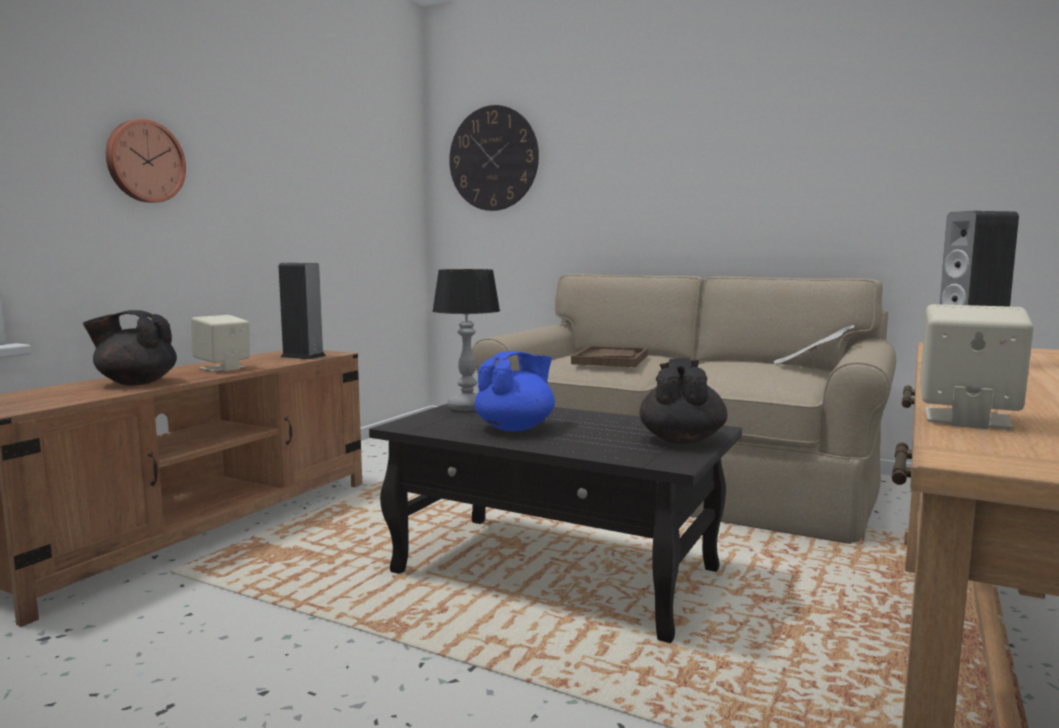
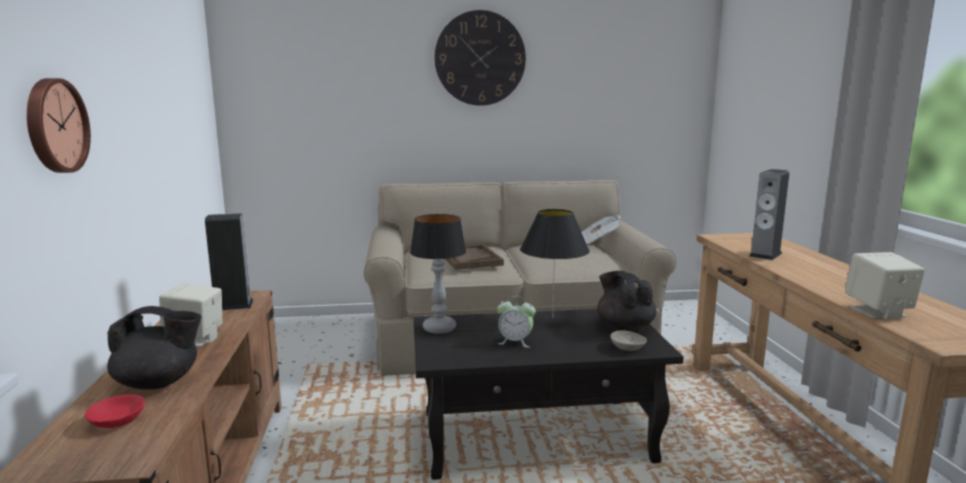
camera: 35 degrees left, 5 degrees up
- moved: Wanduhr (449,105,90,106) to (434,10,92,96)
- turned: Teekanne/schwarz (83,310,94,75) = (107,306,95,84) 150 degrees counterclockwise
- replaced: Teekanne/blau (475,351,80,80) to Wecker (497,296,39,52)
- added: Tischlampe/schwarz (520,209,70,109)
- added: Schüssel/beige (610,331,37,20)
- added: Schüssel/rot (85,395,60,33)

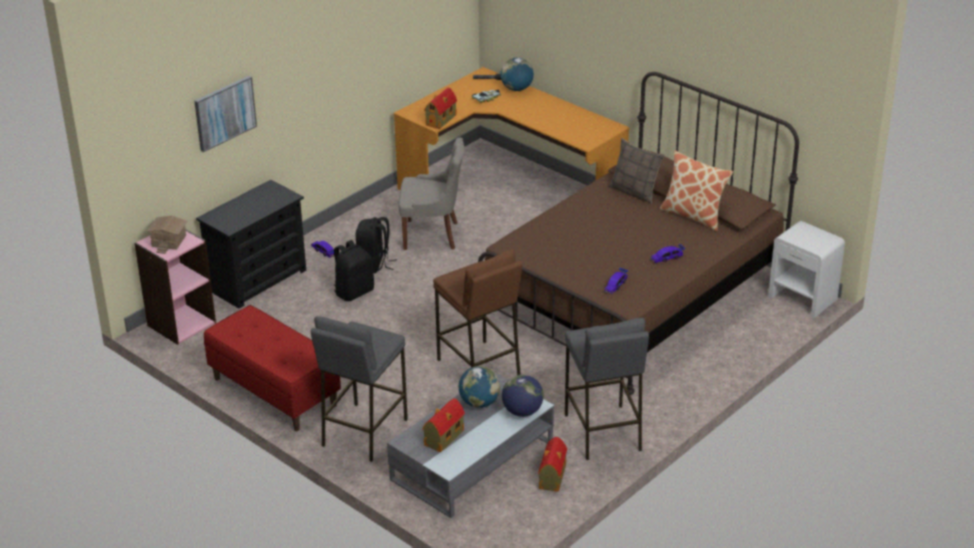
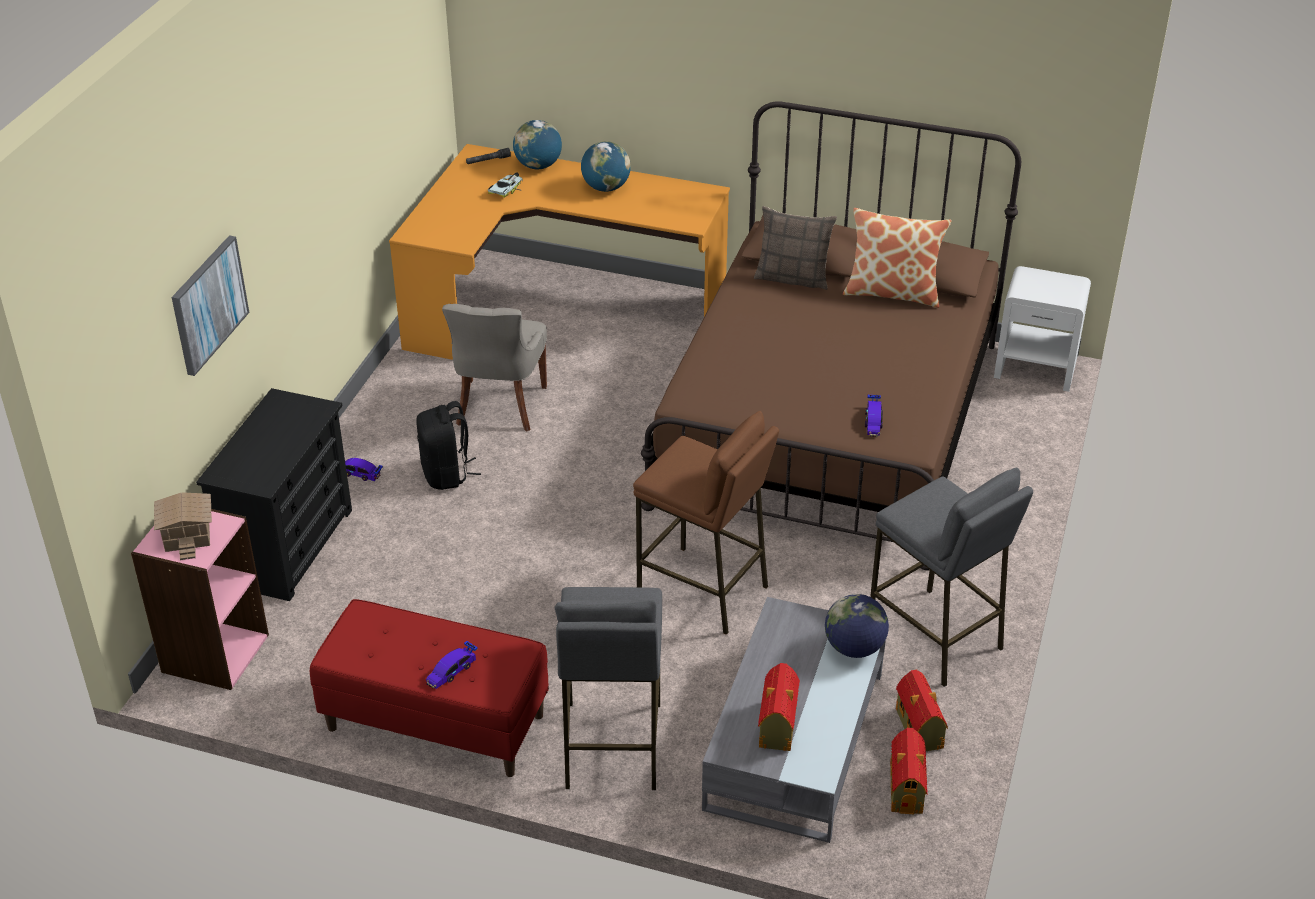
camera: 25 degrees left, 5 degrees up
- moved: Spielzeughaus (424,88,33,41) to (890,728,38,86)
- turned: Stuhl/grau (398,138,66,112) = (442,304,105,128) 120 degrees clockwise
- removed: Rucksack/schwarz (333,240,41,61)
- moved: Spielzeugauto (650,244,35,19) to (426,641,52,48)
- moved: Globus (459,366,41,42) to (581,141,50,51)

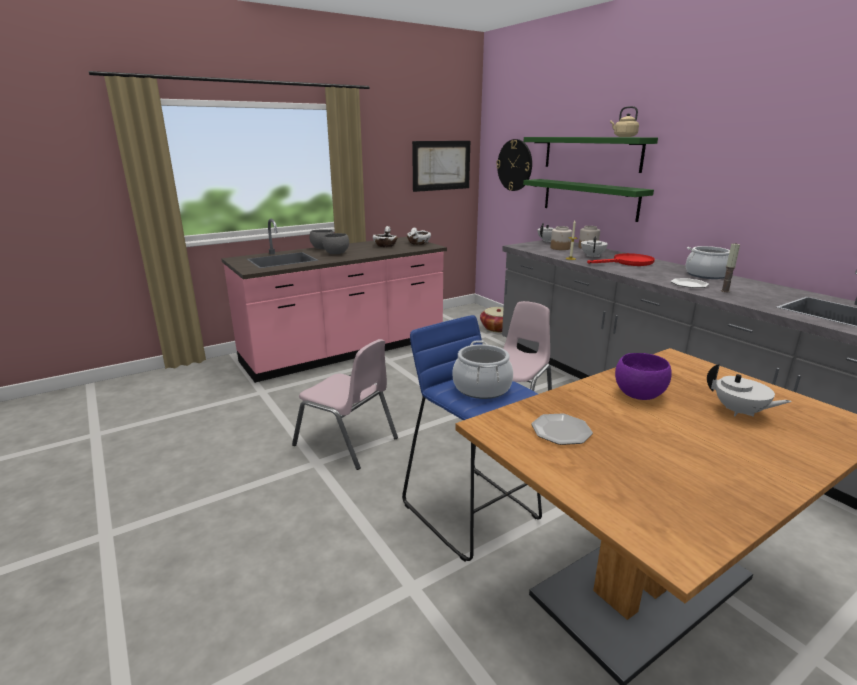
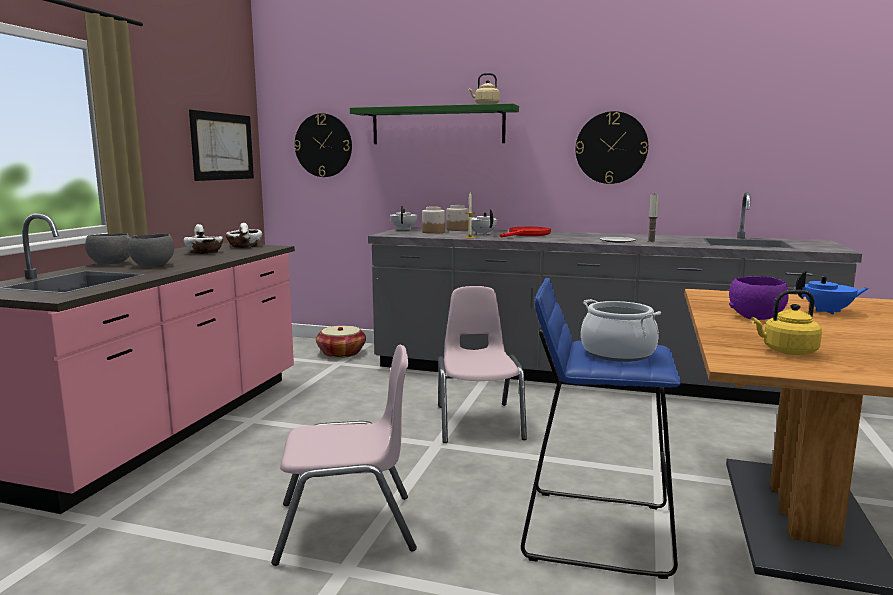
camera: 40 degrees left, 10 degrees down
- removed: Wandregal/grün (523,179,131,43)
- removed: Kochtopf (686,246,44,33)
- recoloured: Teekanne/weiß (707,364,85,53) to Teekanne/blau (796,270,73,45)
- replaced: Teller (531,414,62,31) to Wasserkessel/gelb (751,290,71,65)
- added: Wanduhr (576,111,72,73)

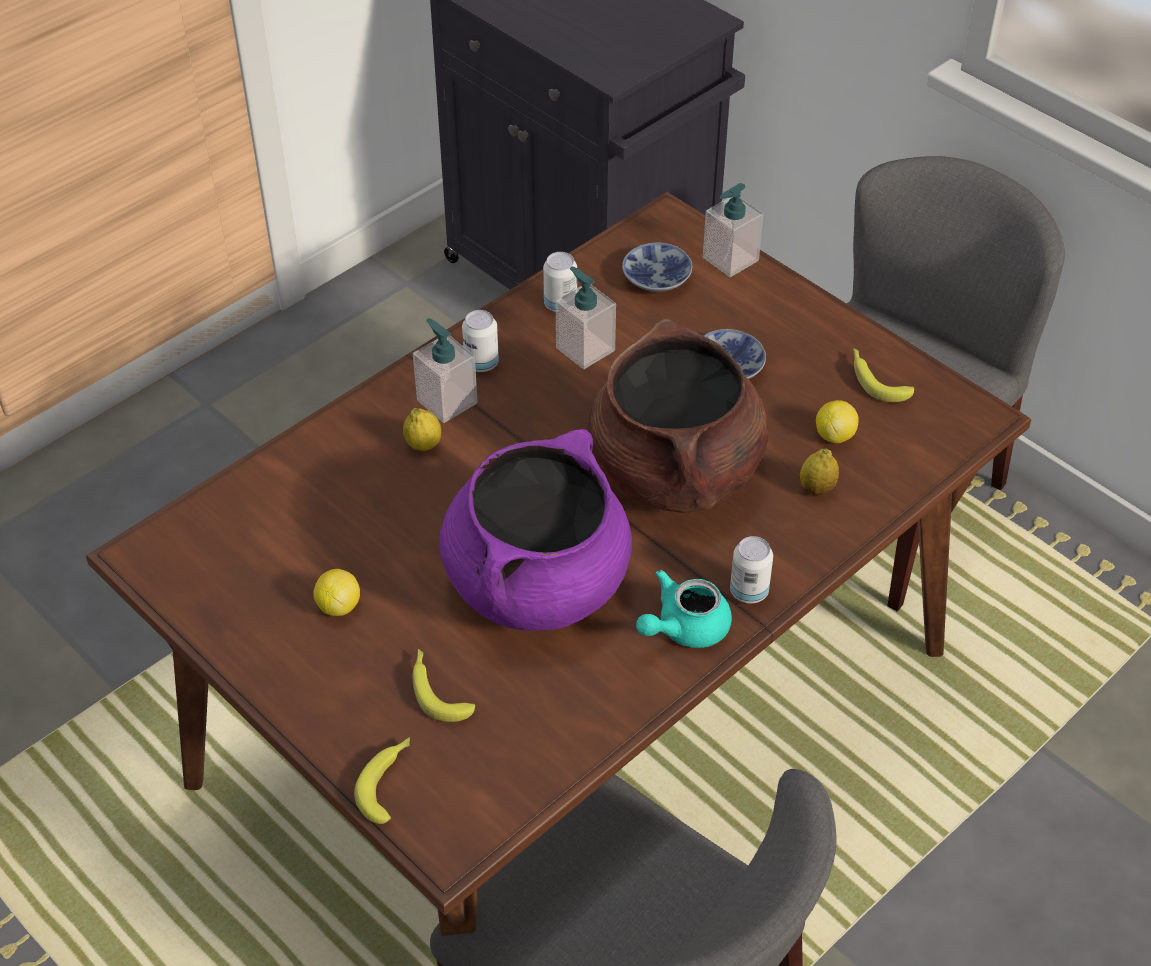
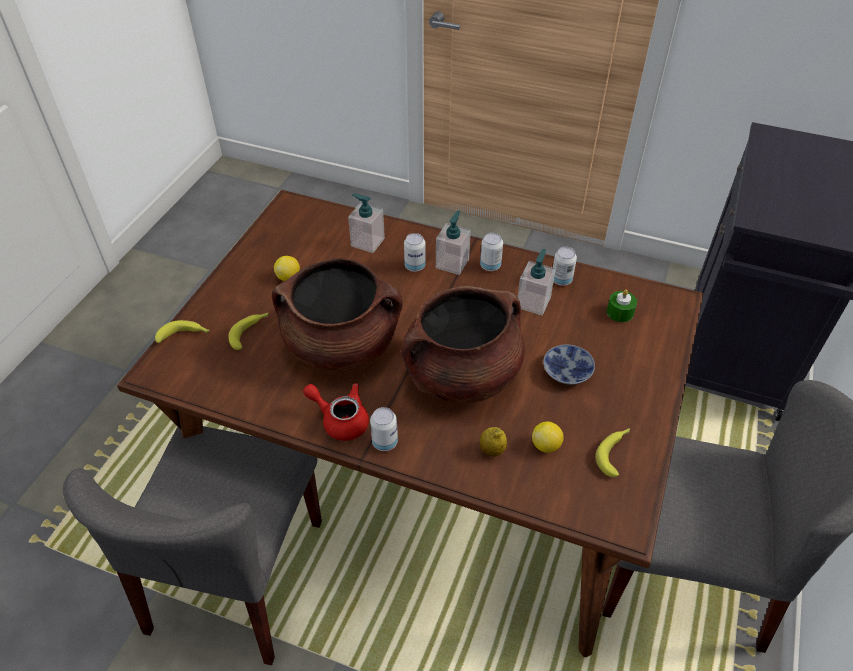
camera: 65 degrees right, 0 degrees up
- moved: Seifenspender (703,183,61,94) to (348,194,37,59)
- replaced: Schüssel (622,242,70,50) to Kerze/grün (607,289,30,33)
- replaced: Zitrone (403,408,38,43) to Dose (404,233,22,39)
- recoloured: Kochtopf/lila (439,429,193,202) to Kochtopf/braun (272,258,131,113)
- recoloured: Teekanne/türkis (636,570,96,78) to Teekanne/rot (303,383,66,58)

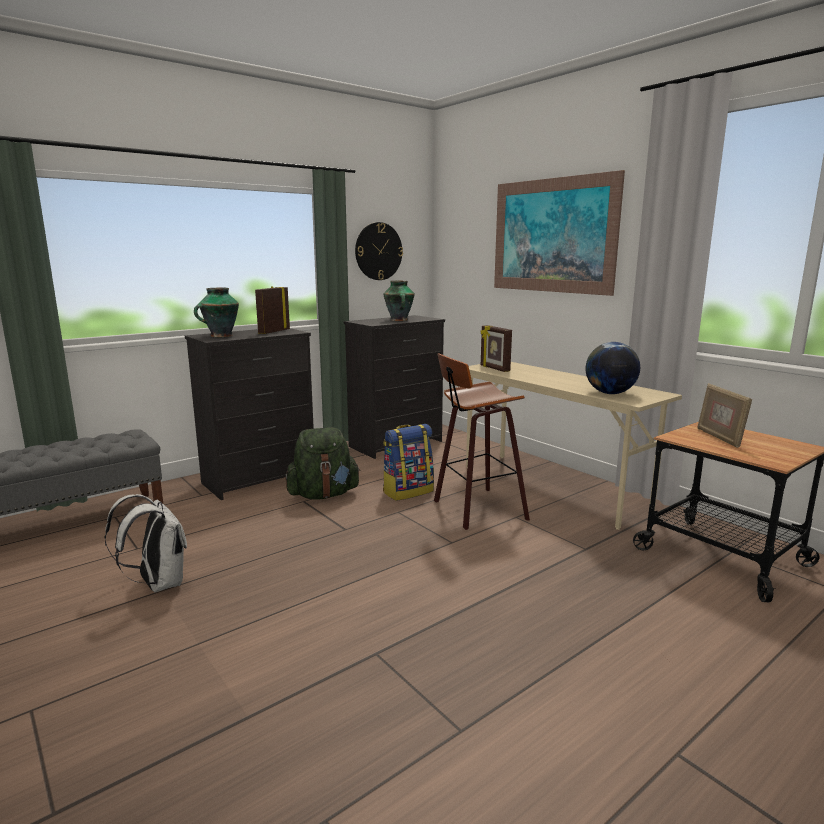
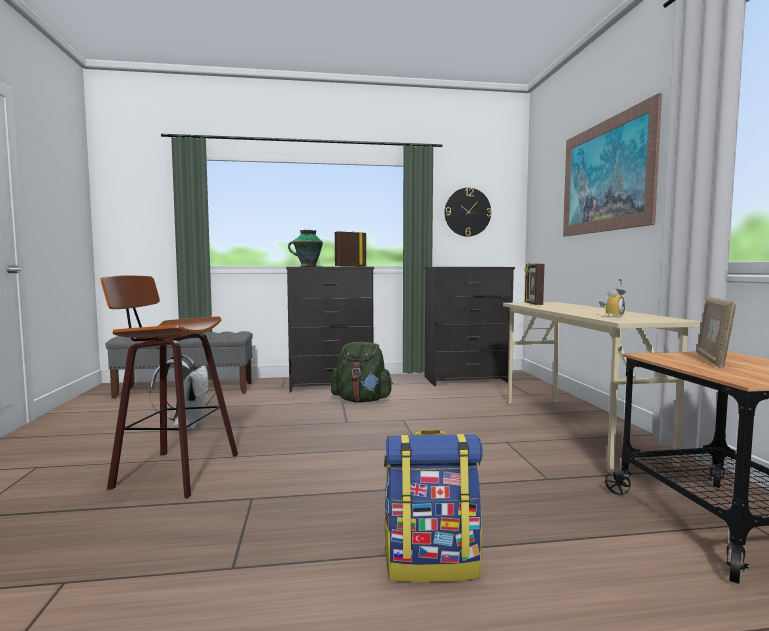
camera: 30 degrees right, 10 degrees down
- removed: Vase (383,281,32,40)
- replaced: Globus (586,342,54,52) to Wecker (599,278,27,39)
- moved: Hocker (434,353,96,177) to (101,275,137,224)
- moved: Rucksack (383,424,51,77) to (384,430,99,152)

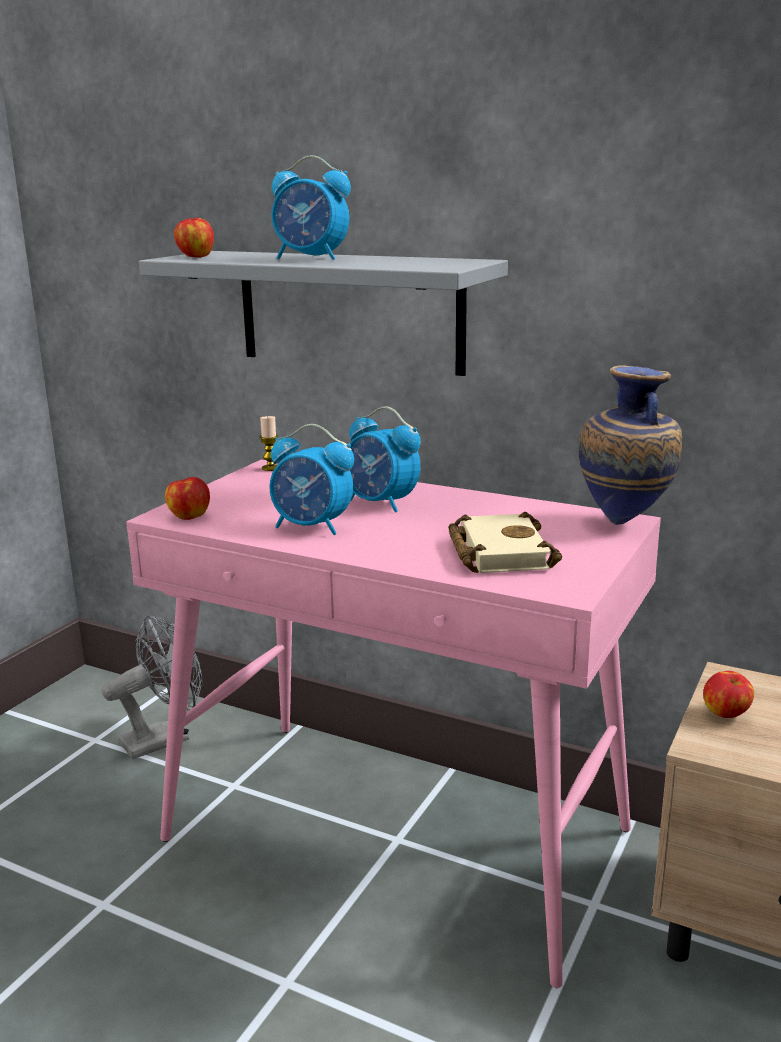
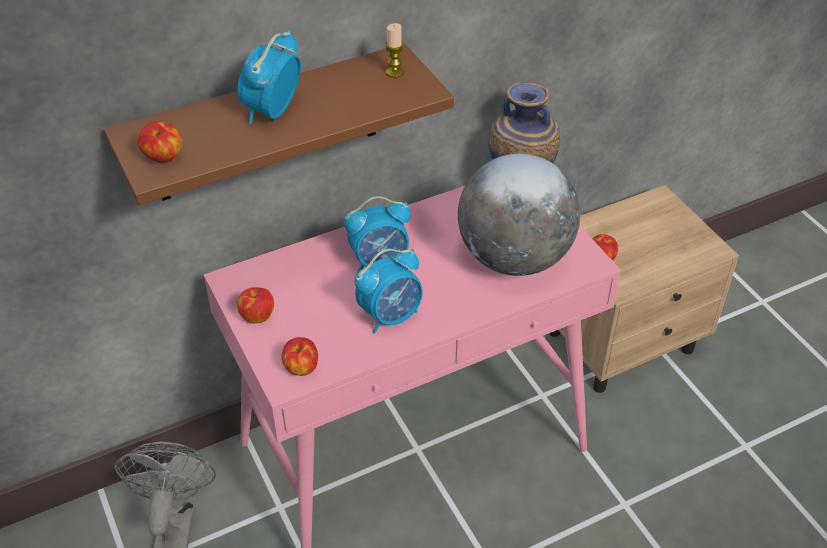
camera: 55 degrees left, 25 degrees up
- turned: Wecker (271,155,80,105) = (237,30,64,94) 150 degrees clockwise
- recoloured: Wandregal/grau (139,251,369,125) to Wandregal/braun (104,44,350,161)
- moved: Kerze (260,415,18,56) to (385,23,19,55)
- replaced: Buch/beige (448,512,114,61) to Globus (458,154,122,122)
- added: Apfel (237,287,37,36)

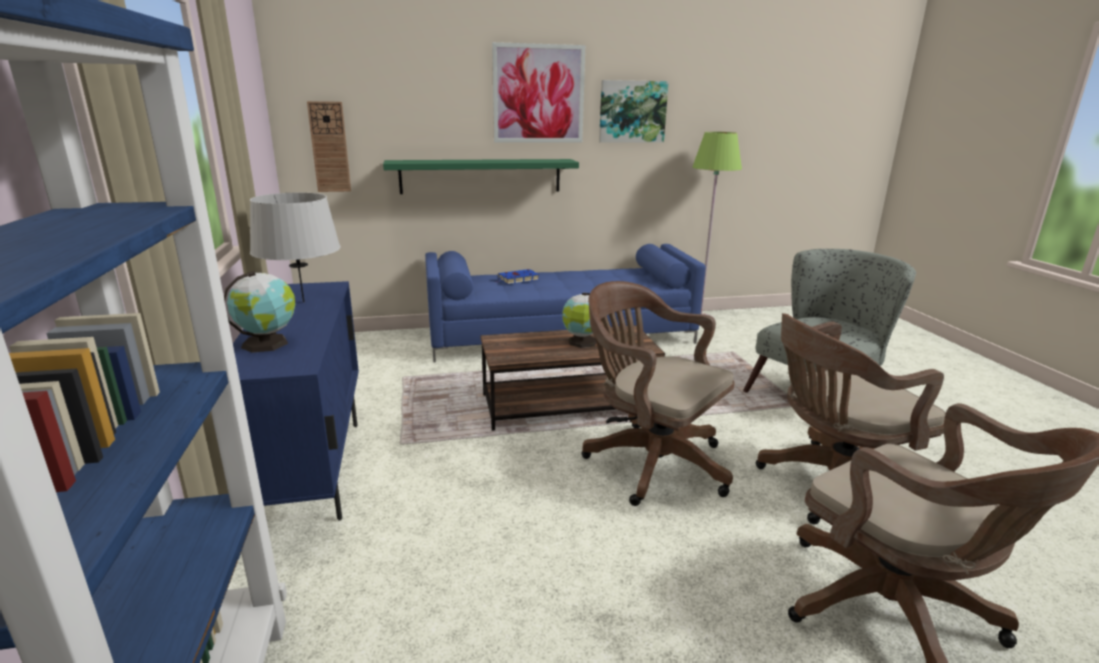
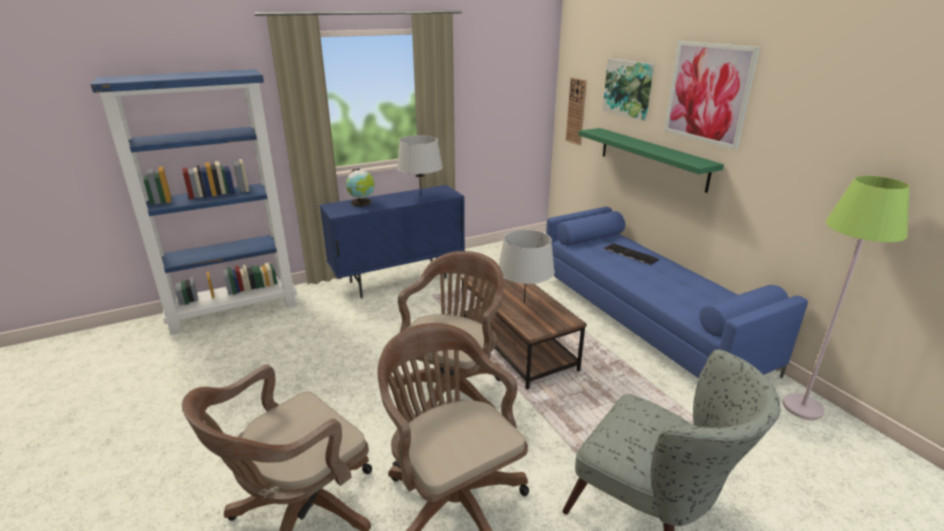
camera: 75 degrees right, 5 degrees up
- moved: Bild (599,80,70,63) to (602,59,52,62)
- replaced: Buch/blau (496,269,43,15) to Tastatur (604,243,55,22)
- replaced: Globus (562,293,35,55) to Tischlampe/grau (499,230,56,73)

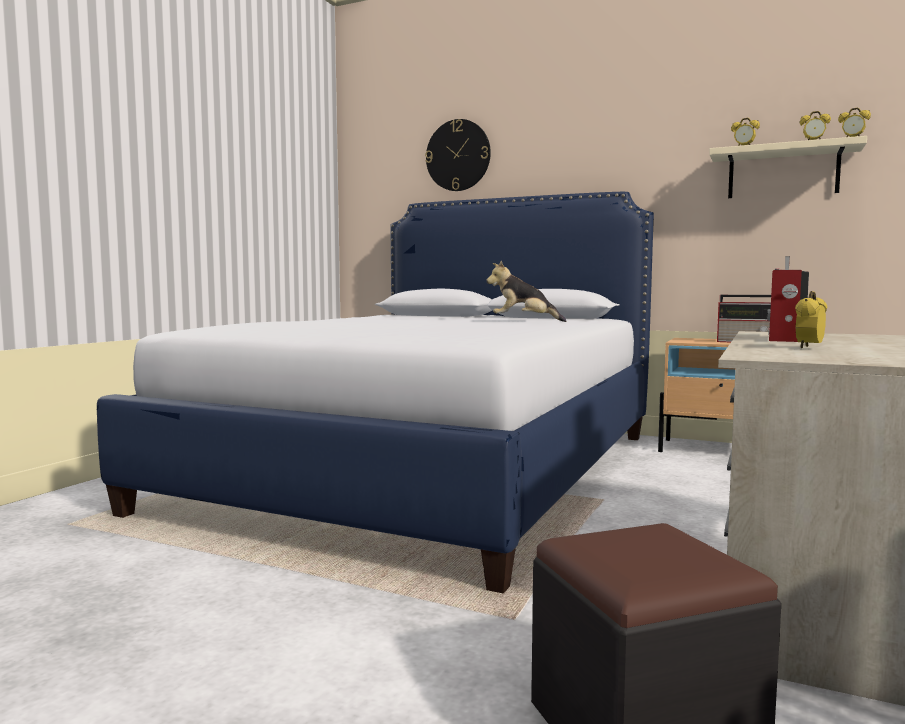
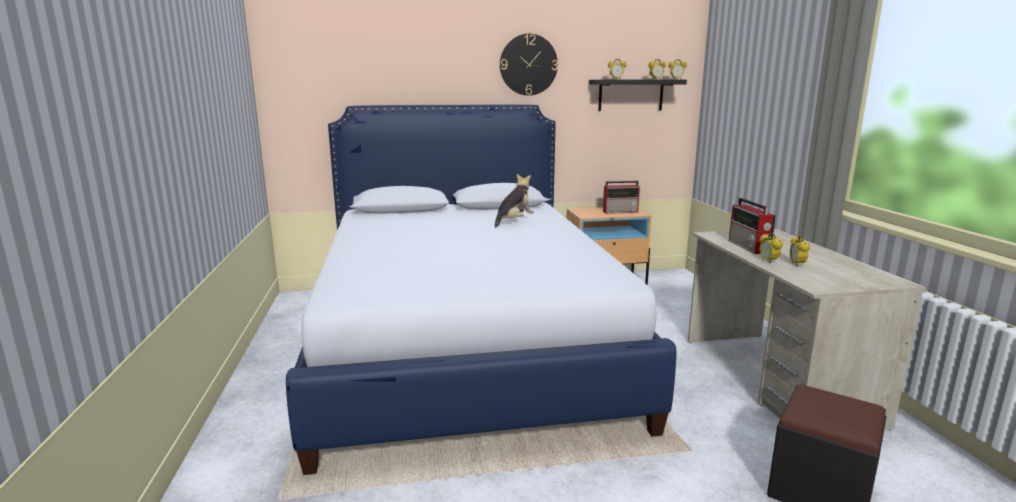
camera: 35 degrees left, 10 degrees up
- moved: Wanduhr (425,119,66,72) to (500,34,58,61)
- recoloured: Wandregal/beige (709,136,158,62) to Wandregal/schwarz (589,80,98,31)
- turned: Plüschtier (486,260,80,62) = (495,174,39,54) 150 degrees clockwise
- added: Wecker (760,233,23,31)

